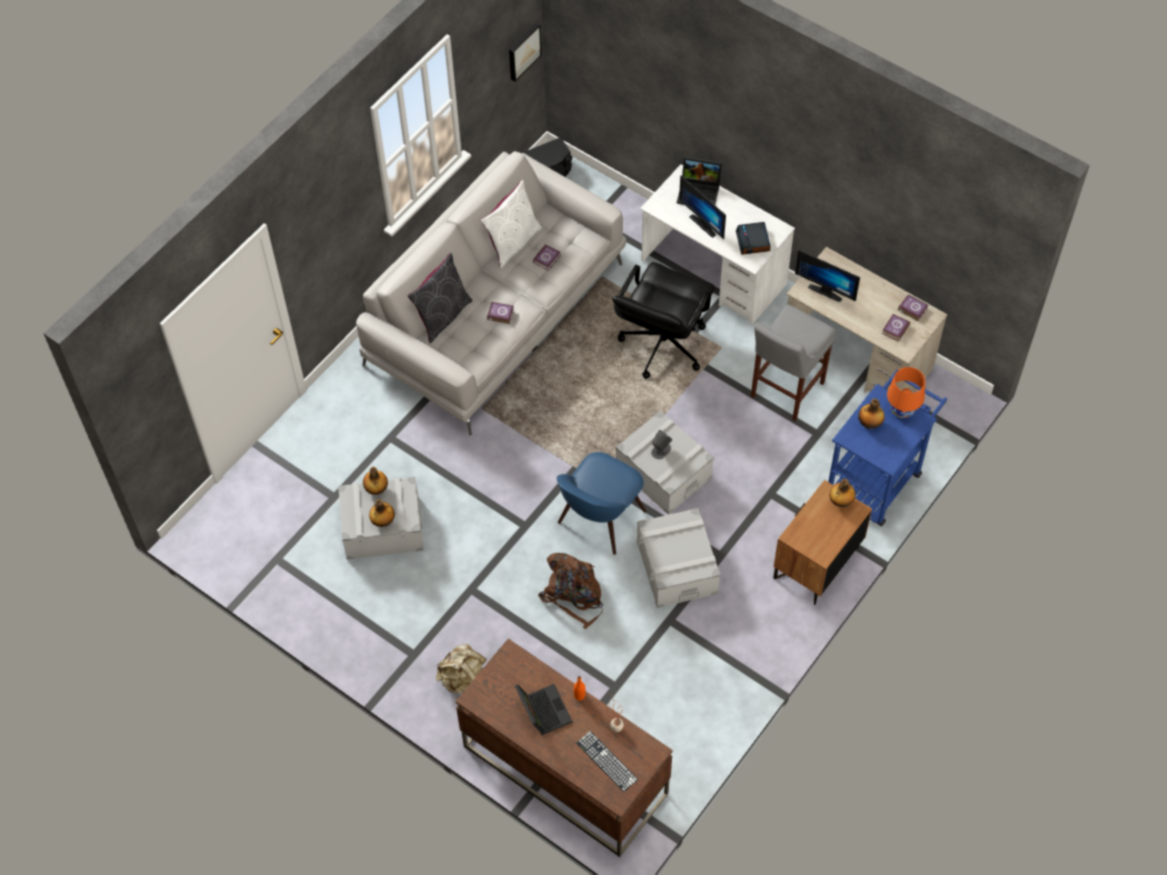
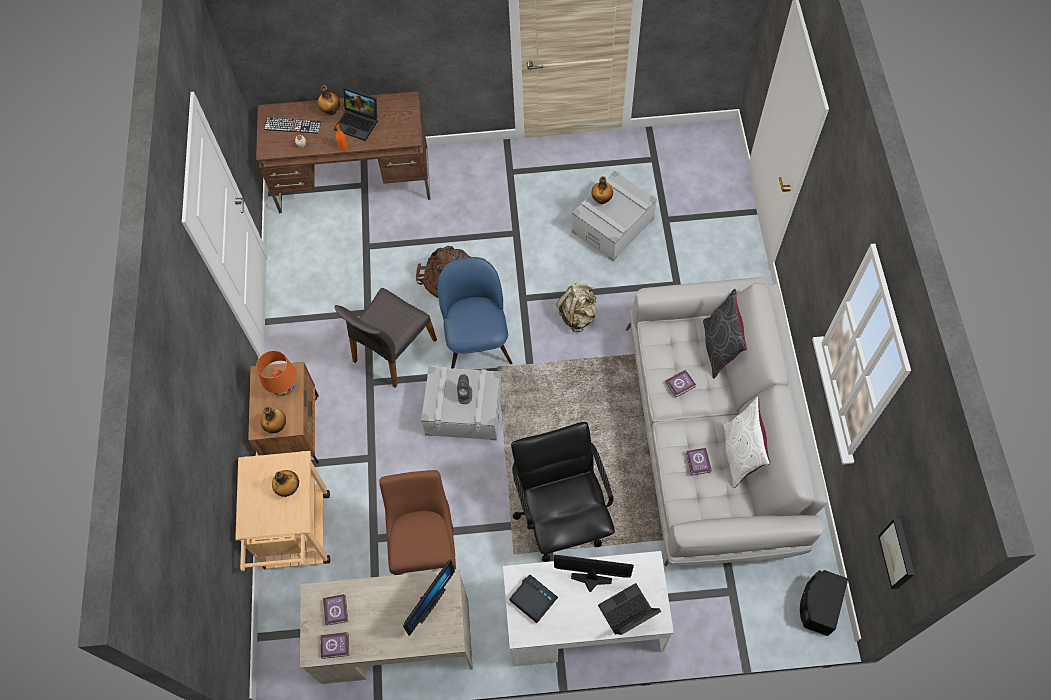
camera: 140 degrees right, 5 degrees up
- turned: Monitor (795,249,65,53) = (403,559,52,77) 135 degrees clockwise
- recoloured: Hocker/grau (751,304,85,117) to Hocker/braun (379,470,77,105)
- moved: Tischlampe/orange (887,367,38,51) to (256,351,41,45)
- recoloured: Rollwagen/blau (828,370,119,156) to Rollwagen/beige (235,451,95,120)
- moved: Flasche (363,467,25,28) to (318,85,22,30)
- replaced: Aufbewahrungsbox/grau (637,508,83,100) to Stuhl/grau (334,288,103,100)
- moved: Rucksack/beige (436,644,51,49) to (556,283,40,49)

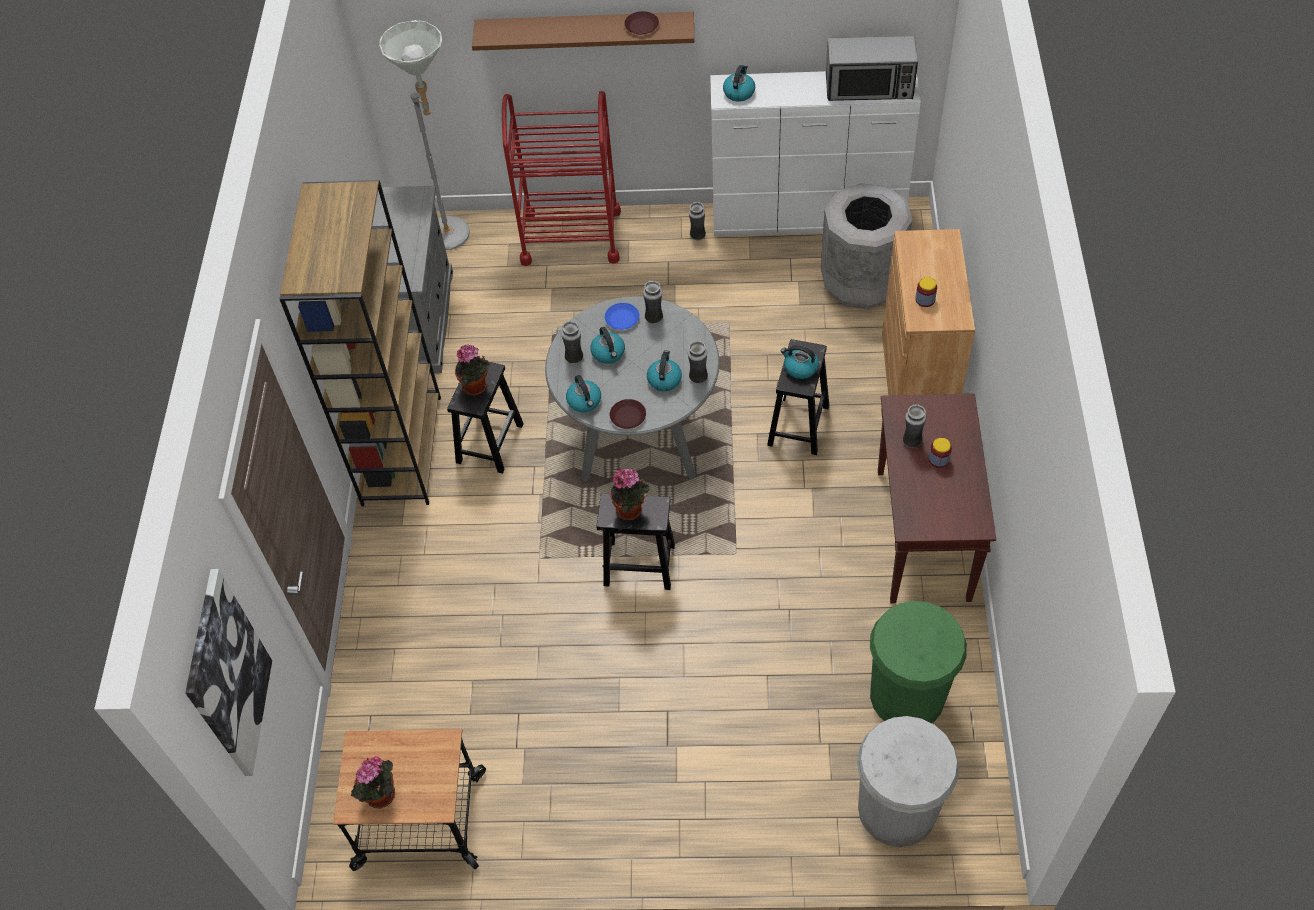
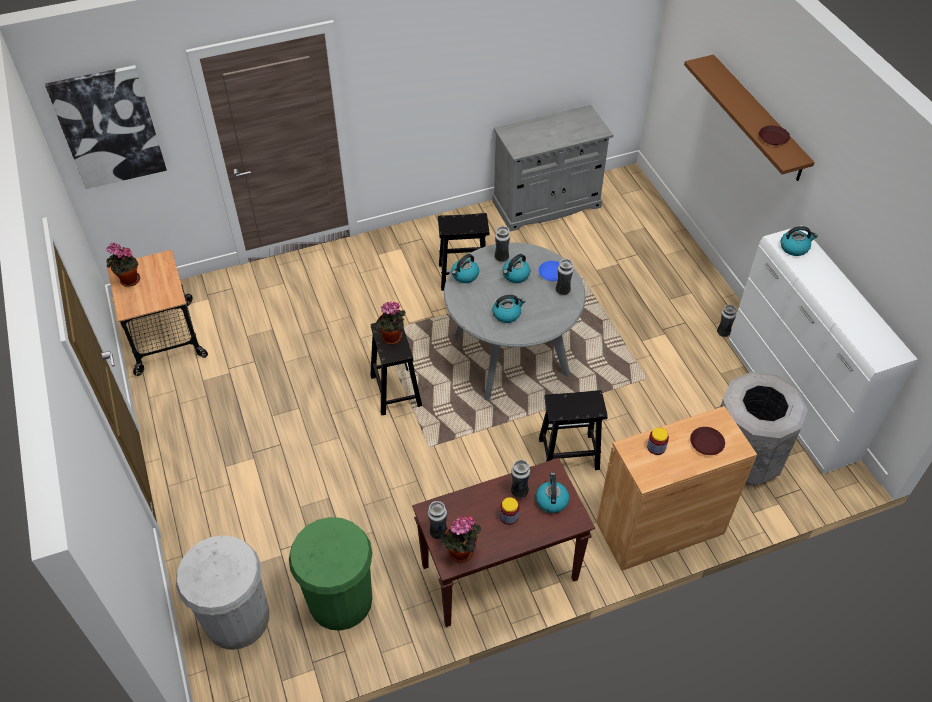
camera: 65 degrees right, 5 degrees down
- removed: Stehlampe/grau (379,20,91,230)
- removed: Mikrowelle (826,36,92,65)
- removed: Rollwagen/rot (502,91,119,175)
- removed: Bücherregal/braun (280,180,161,326)
- moved: Vase (688,341,20,43) to (428,501,20,39)
- moved: Topfpflanze (455,344,35,52) to (440,516,41,46)
- moved: Wasserkessel (780,345,39,34) to (536,473,33,40)
- moved: Teller/braun (610,399,36,30) to (690,427,35,28)

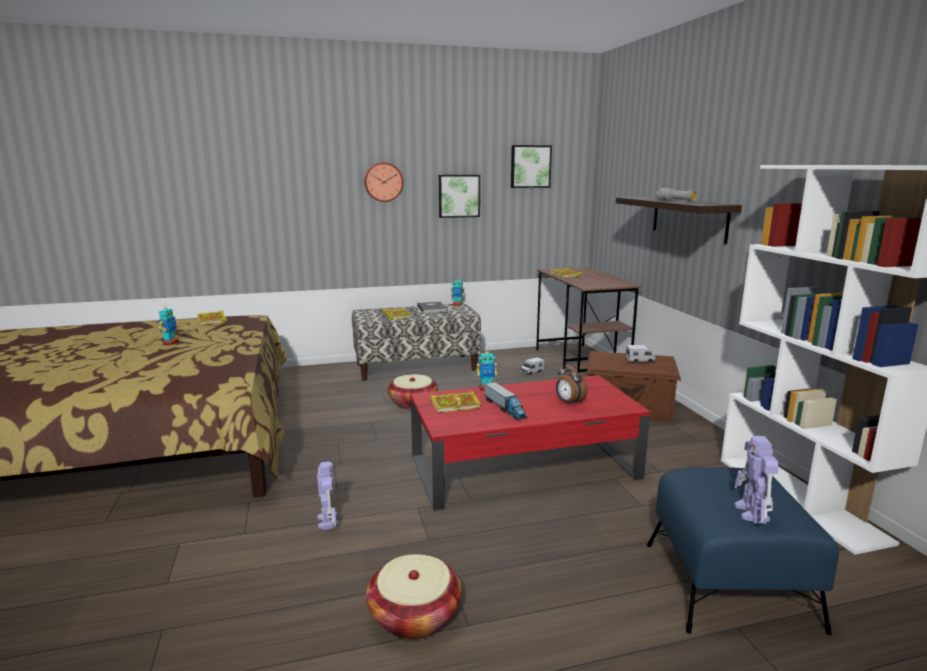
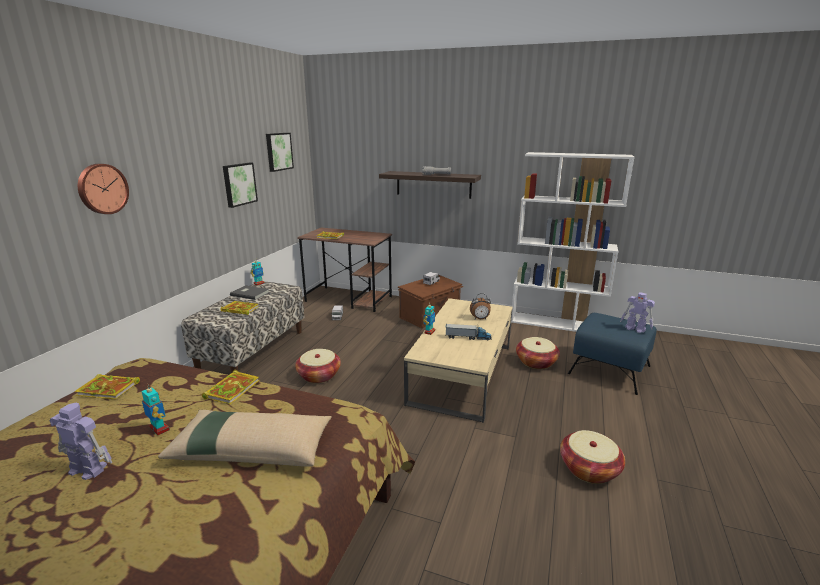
camera: 55 degrees left, 5 degrees up
- moved: Wanduhr (364,162,39,40) to (78,164,51,50)
- recoloured: Couchtisch/rot (411,375,239,136) to Couchtisch/beige (404,298,109,125)
- moved: Buch (430,391,51,22) to (202,370,58,34)
- moved: Spielzeugroboter (317,462,22,68) to (49,403,63,77)
- added: Korb (516,337,44,32)
- added: Kissen/beige (158,410,174,57)

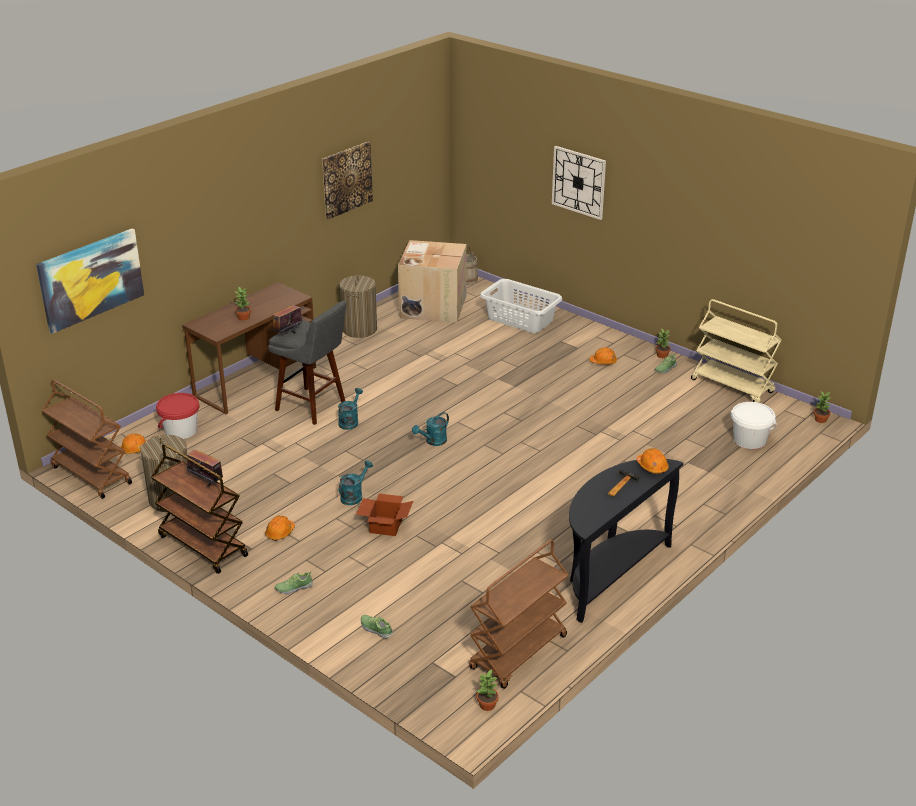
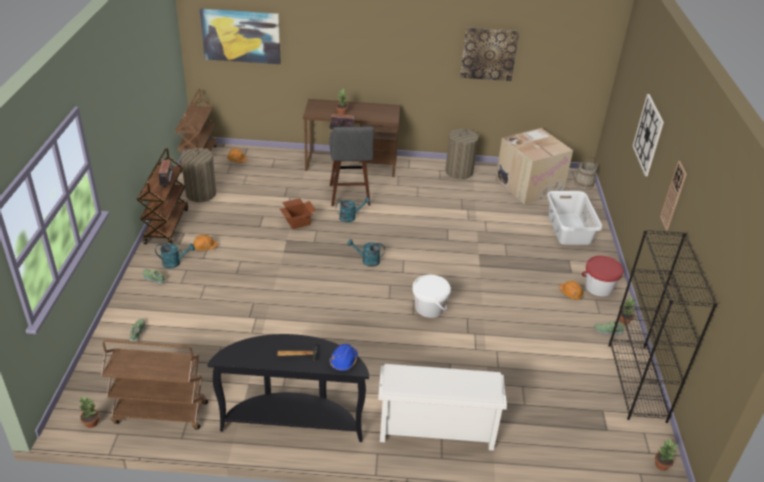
camera: 50 degrees right, 5 degrees up
- replaced: Rollwagen/beige (691,299,90,104) to Bücherregal/schwarz (608,229,110,194)
- moved: Eimer/rot (156,393,43,46) to (582,256,41,41)
- moved: Eimer/weiß (730,402,47,47) to (412,275,39,43)
- recoloured: Schutzhelm/orange (636,448,33,26) to Schutzhelm/blau (330,344,28,27)
- moved: Gießkanne/türkis (339,460,34,45) to (155,244,40,24)
- moved: Karton (356,493,57,43) to (280,198,36,31)
- added: Wanduhr (660,161,27,70)
- added: Schuhregal/weiß (378,364,129,87)

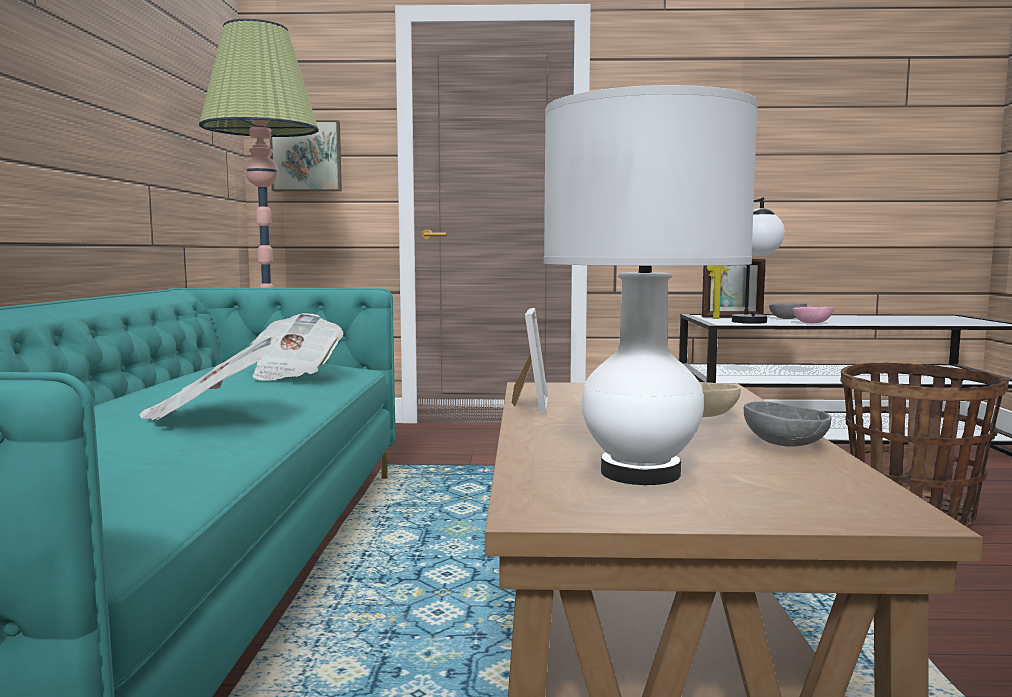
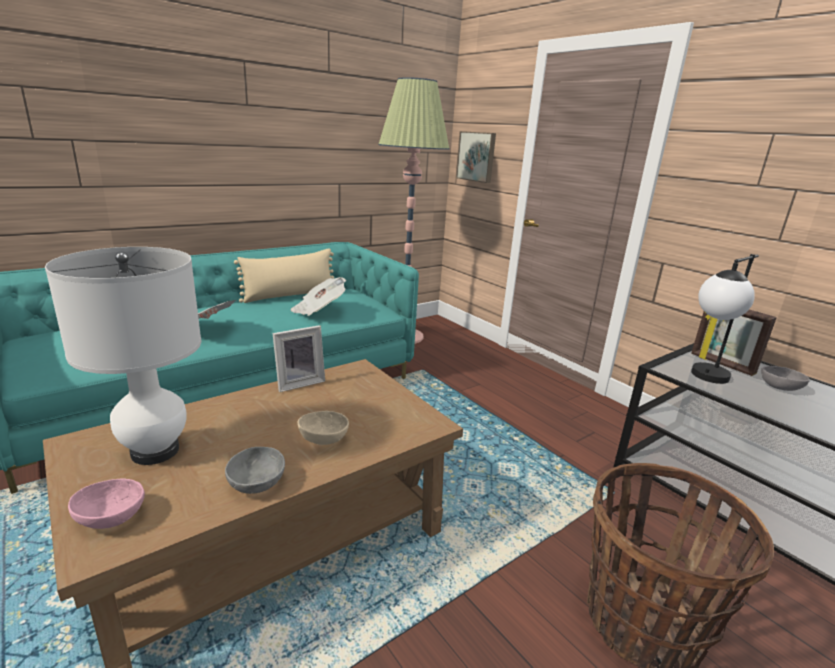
camera: 50 degrees right, 15 degrees up
- moved: Schüssel/rosa (793,307,40,17) to (68,478,77,51)
- added: Kissen/beige (234,248,100,55)

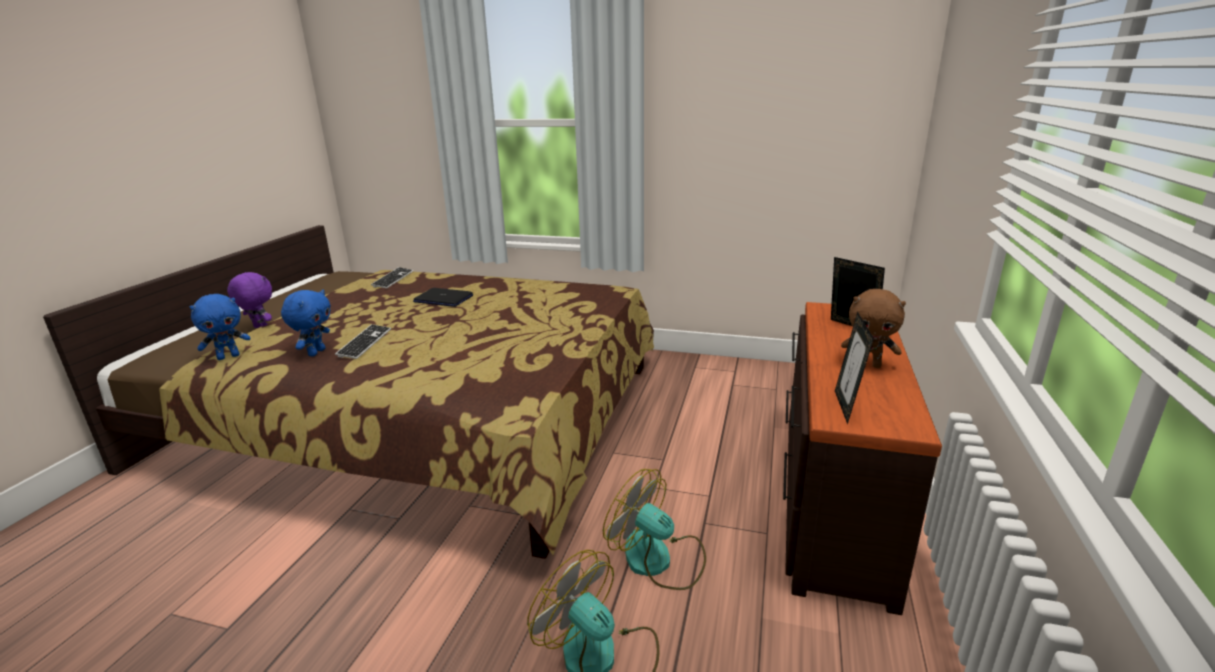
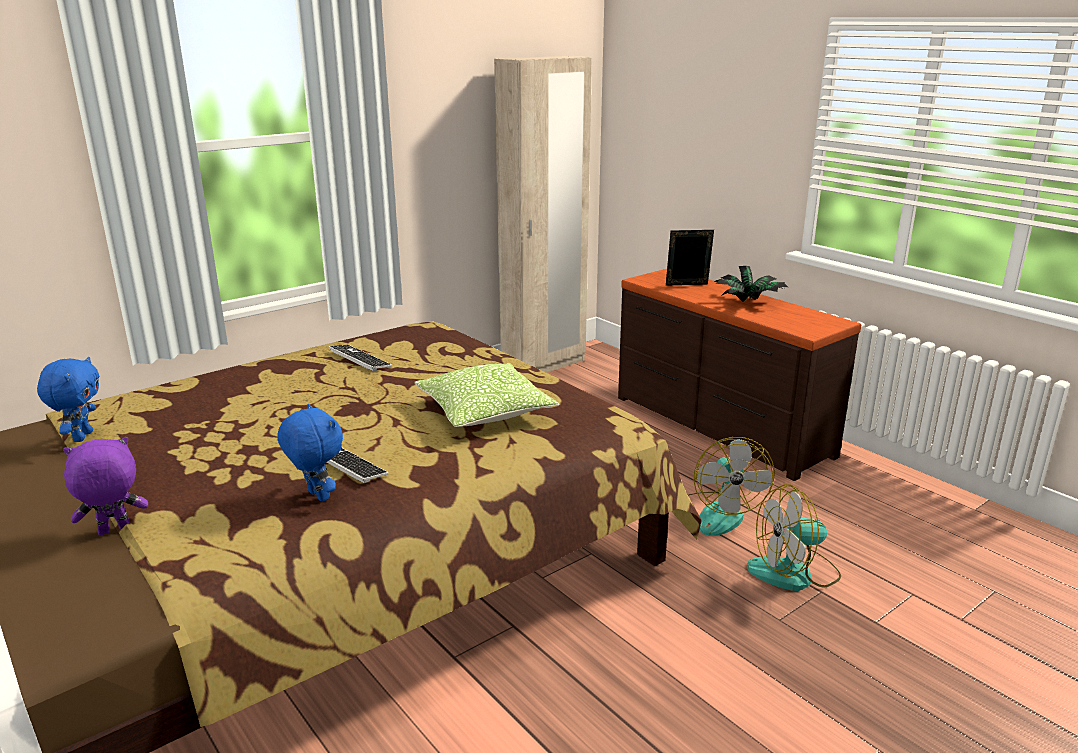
camera: 55 degrees left, 0 degrees up
- moved: Tastatur (371,267,43,22) to (328,345,64,26)
- removed: Laptop (413,288,60,19)
- replaced: Plüschtier/braun (841,289,65,79) to Topfpflanze (714,266,74,36)
- moved: Plüschtier/blau (190,294,61,66) to (37,356,62,86)
- removed: Bilderrahmen (835,312,39,112)
- turned: Ventilator (603,469,103,121) = (689,437,86,99) 75 degrees counterclockwise
- added: Kleiderschrank/beige (494,56,98,317)
- added: Kissen (414,363,145,64)

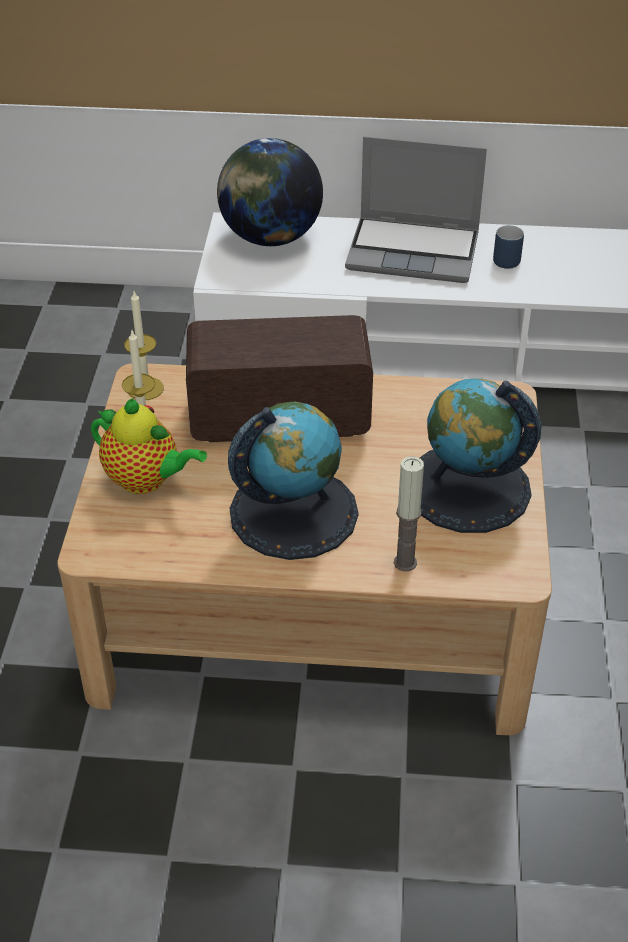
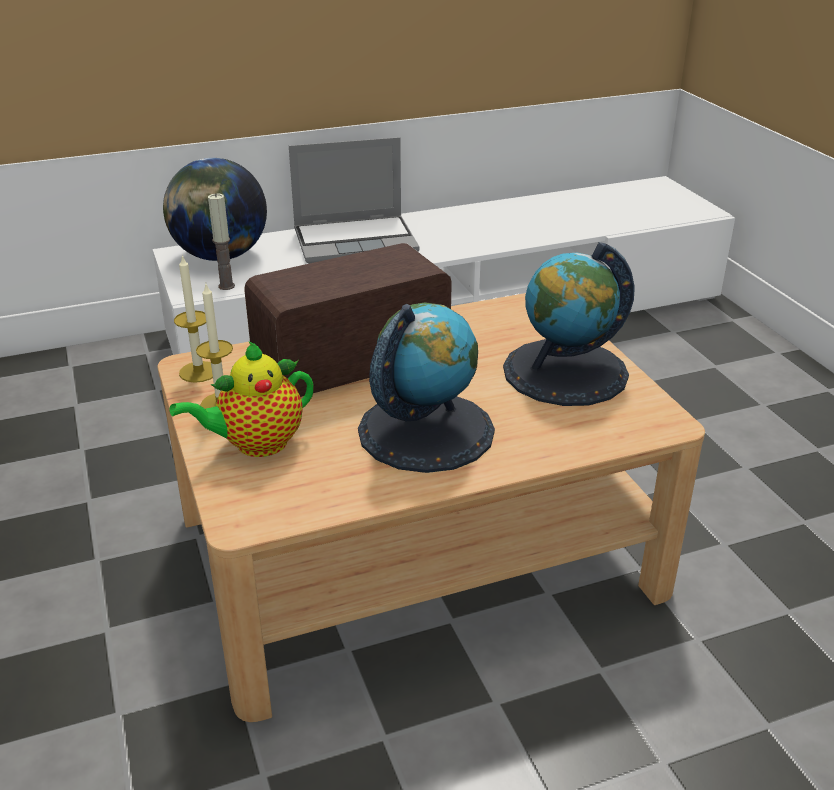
camera: 25 degrees left, 10 degrees down
- removed: Henkelbecher/blau (493,225,31,44)
- turned: Teekanne (91,398,116,96) = (169,341,145,116) 150 degrees clockwise
- moved: Kerze (394,456,30,115) to (208,193,27,97)

